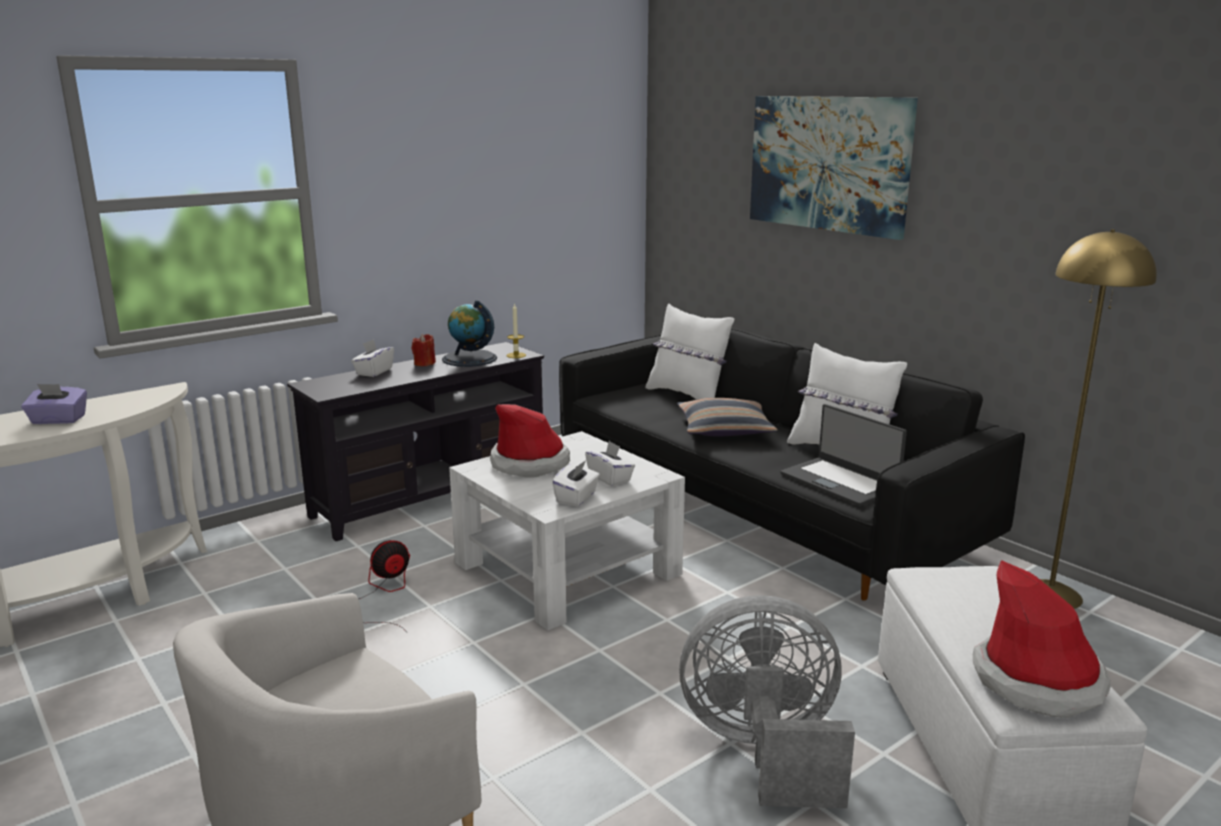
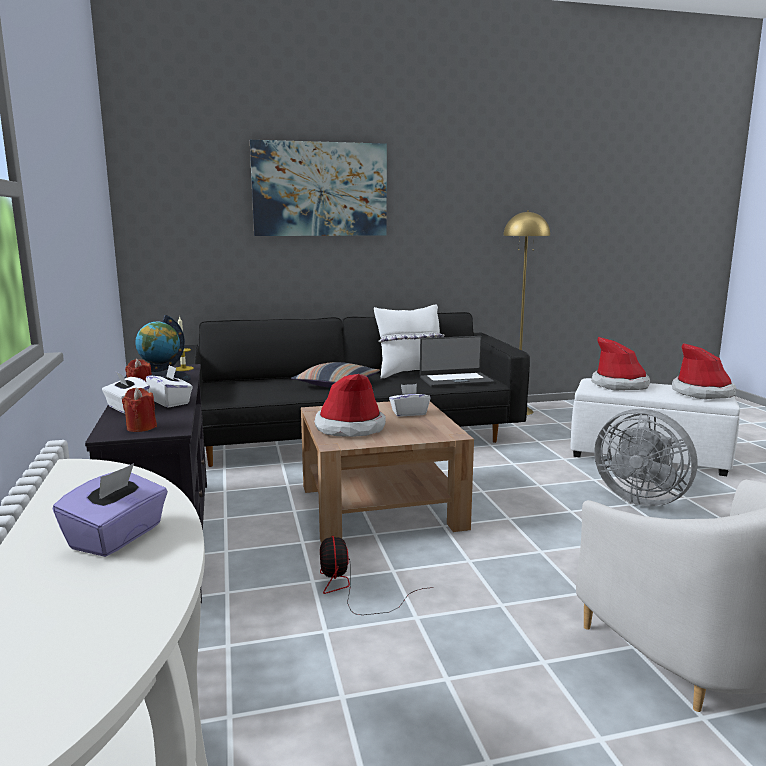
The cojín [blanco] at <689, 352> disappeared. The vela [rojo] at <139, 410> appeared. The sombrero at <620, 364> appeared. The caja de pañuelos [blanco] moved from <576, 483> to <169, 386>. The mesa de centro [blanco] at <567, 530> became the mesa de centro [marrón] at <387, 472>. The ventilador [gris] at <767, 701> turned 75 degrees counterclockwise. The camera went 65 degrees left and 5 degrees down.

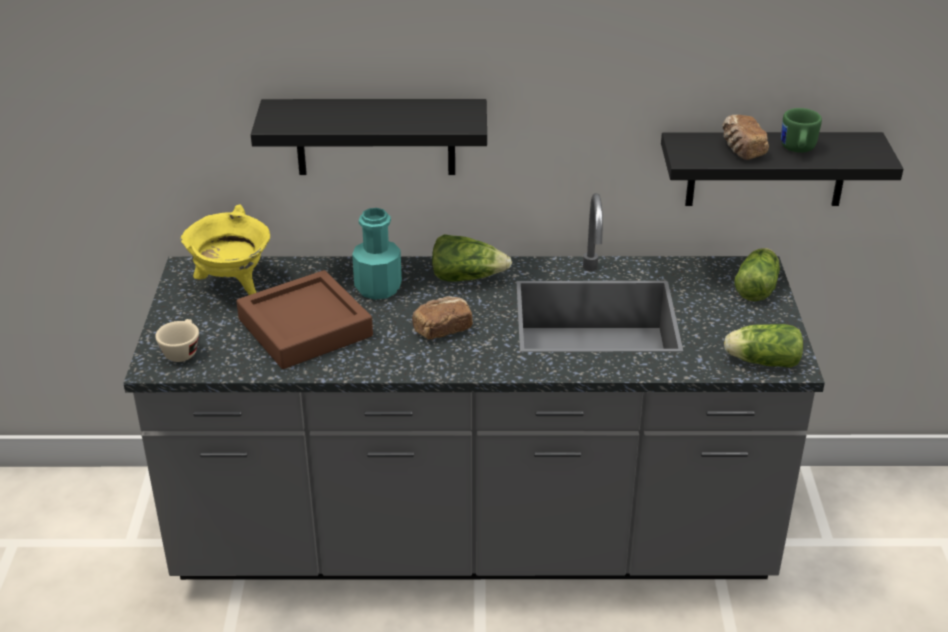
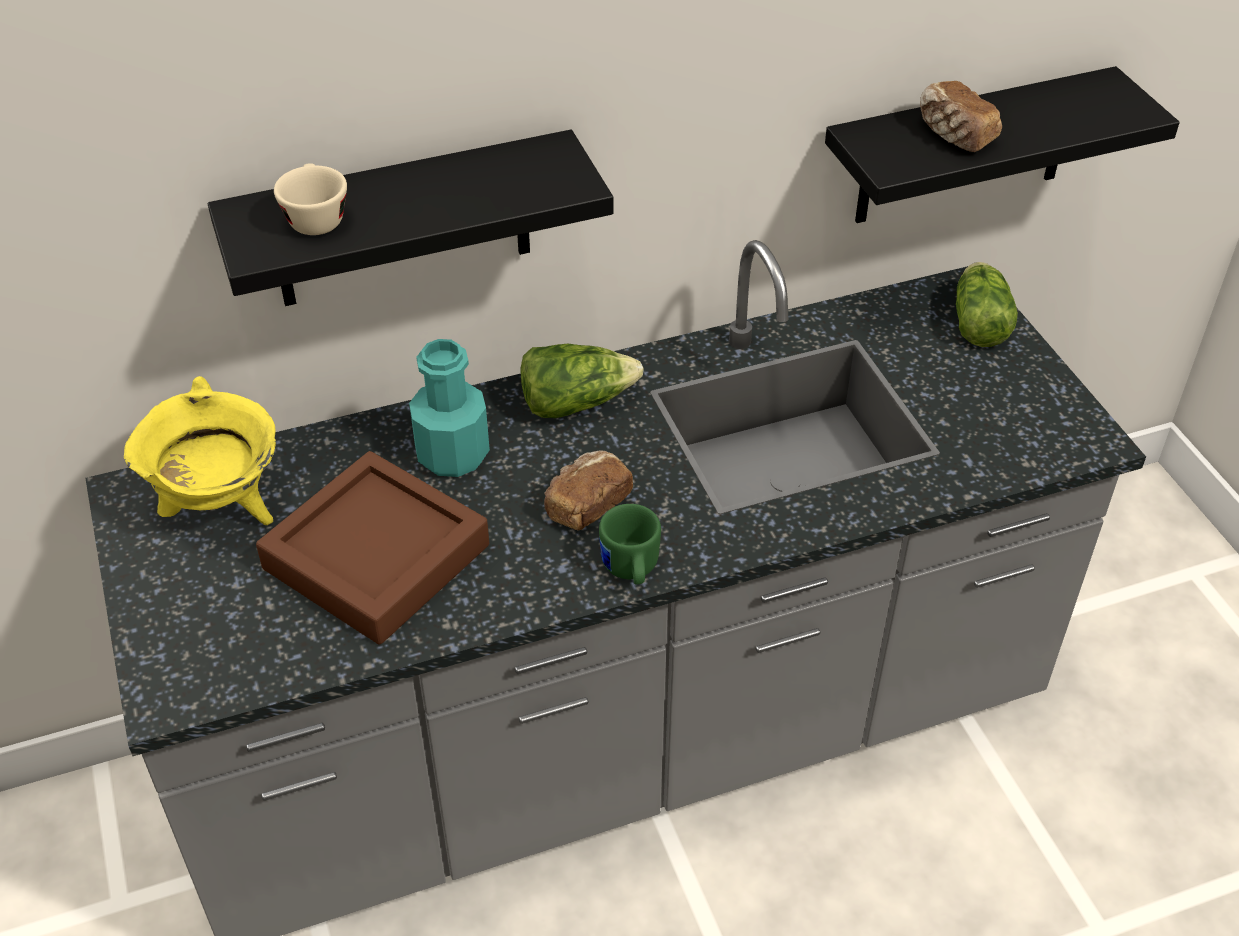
The lechuga at <763, 346> disappeared. The taza [beis] moved from <177, 340> to <310, 199>. The taza grande [verde] moved from <801, 130> to <630, 544>. The camera went 20 degrees left and 10 degrees up.

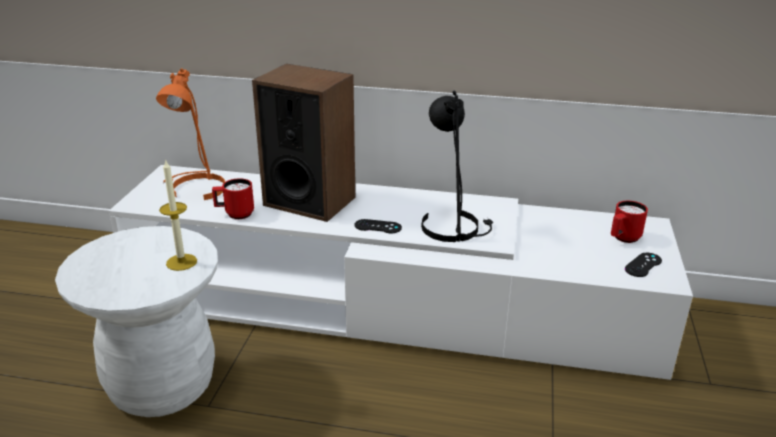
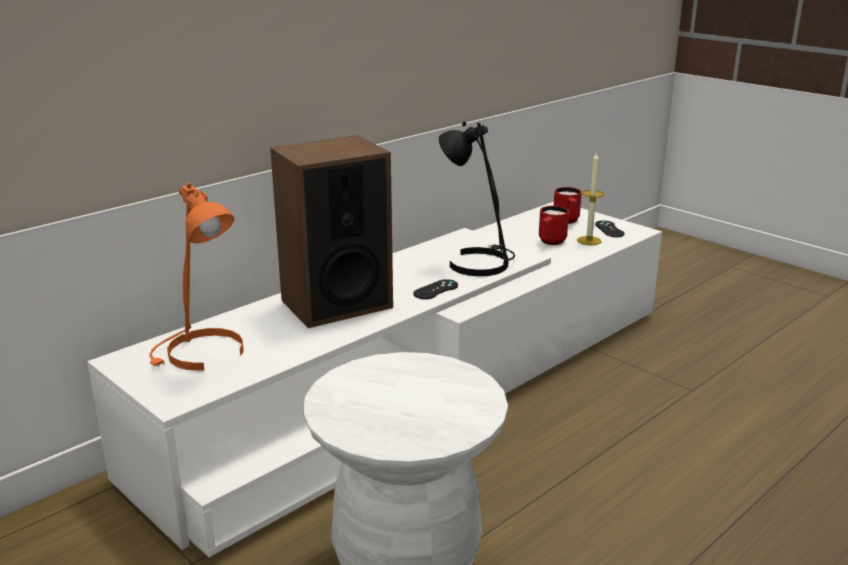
The vela moved from <178, 215> to <590, 198>. The taza grande [rojo] moved from <233, 198> to <554, 225>. The camera went 55 degrees left and 5 degrees down.

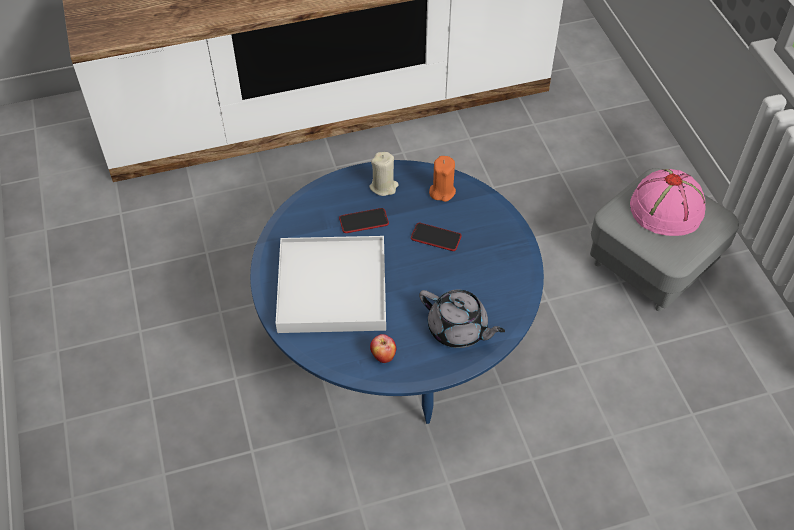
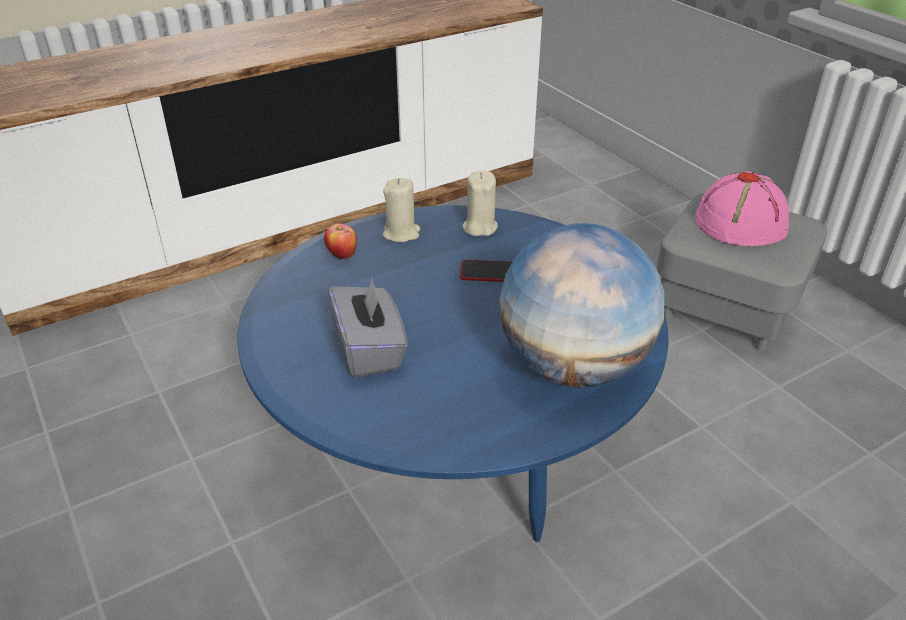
The móvil at <364, 220> disappeared. The manzana moved from <383, 348> to <340, 241>. The bandeja [blanco] at <331, 284> was replaced by the caja de pañuelos [gris] at <368, 326>. The tetera [gris] at <462, 318> was replaced by the globo terráqueo at <581, 305>. The vela [naranja] at <442, 179> became the vela [beis] at <480, 203>. The camera went 15 degrees left and 15 degrees down.

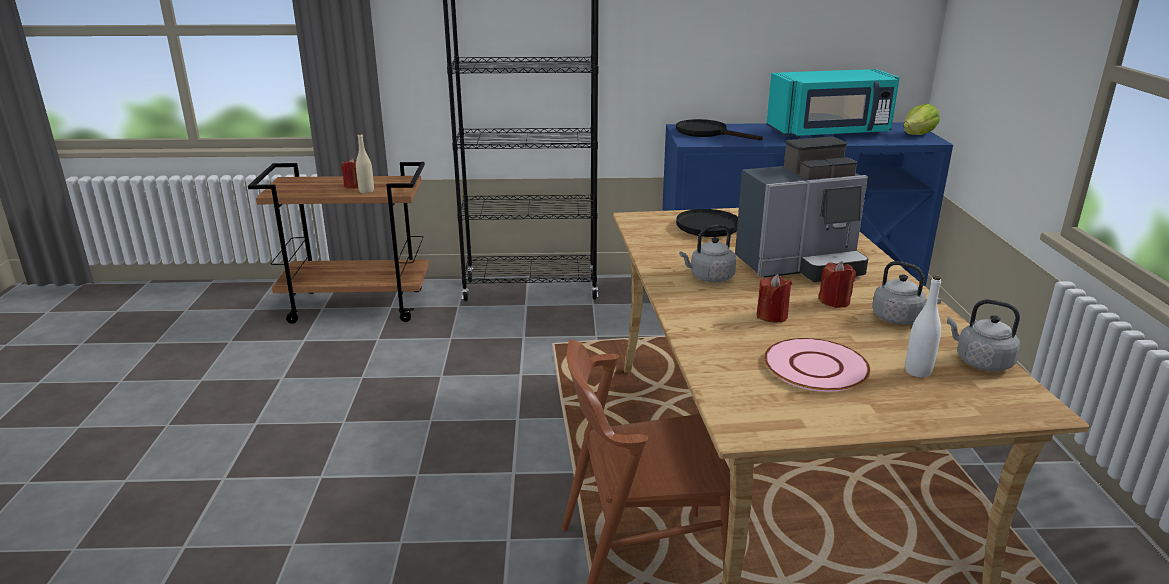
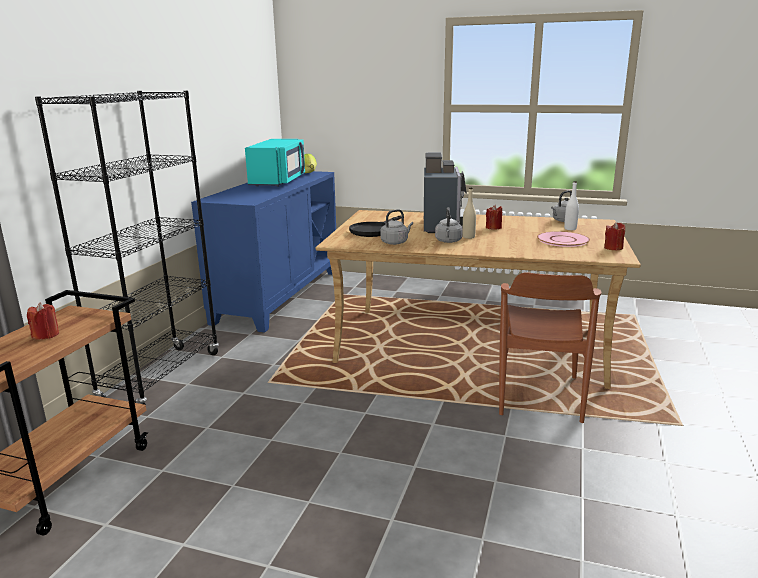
The sartén [negro] at <719, 130> disappeared. The botella [beis] moved from <365, 163> to <469, 213>. The vela [rojo] moved from <774, 298> to <614, 236>. The hervidor [gris] moved from <907, 293> to <396, 227>. The camera went 70 degrees left and 5 degrees down.

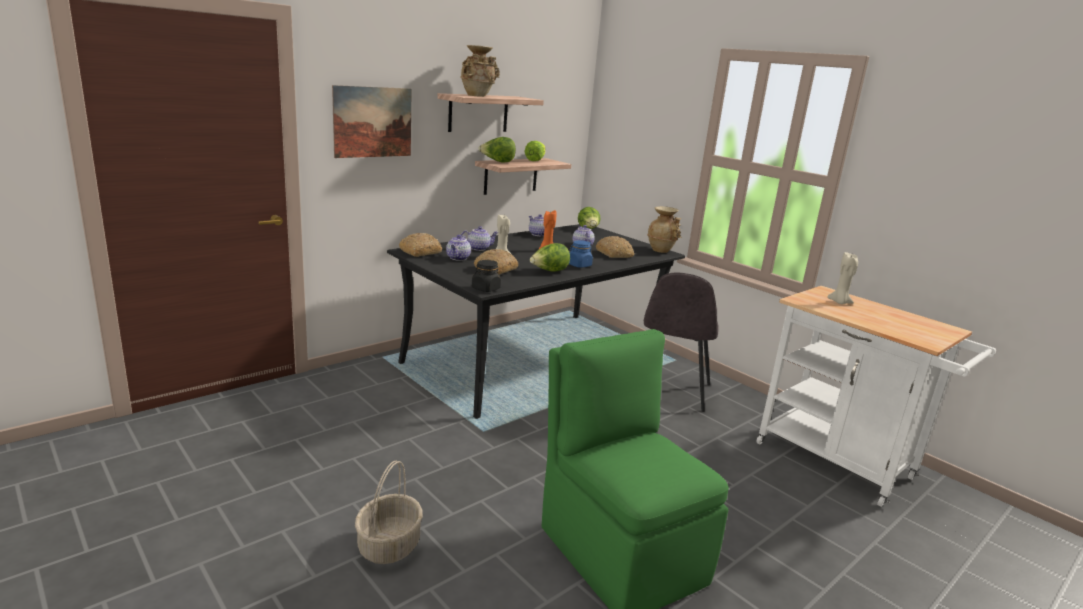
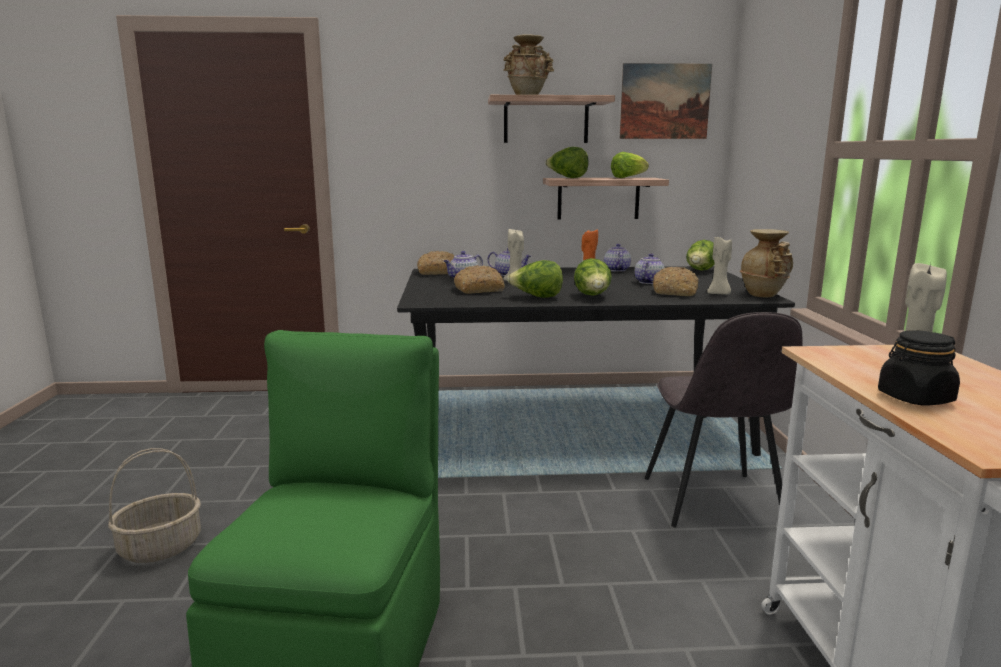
The vela [beis] at <719, 265> appeared. The cuadro moved from <372, 121> to <666, 101>. The tarro [negro] moved from <486, 276> to <919, 368>. The tarro [azul] at <581, 254> was replaced by the lechuga at <593, 277>. The silla [gris] at <681, 342> turned 60 degrees counterclockwise. The camera went 40 degrees right and 5 degrees down.

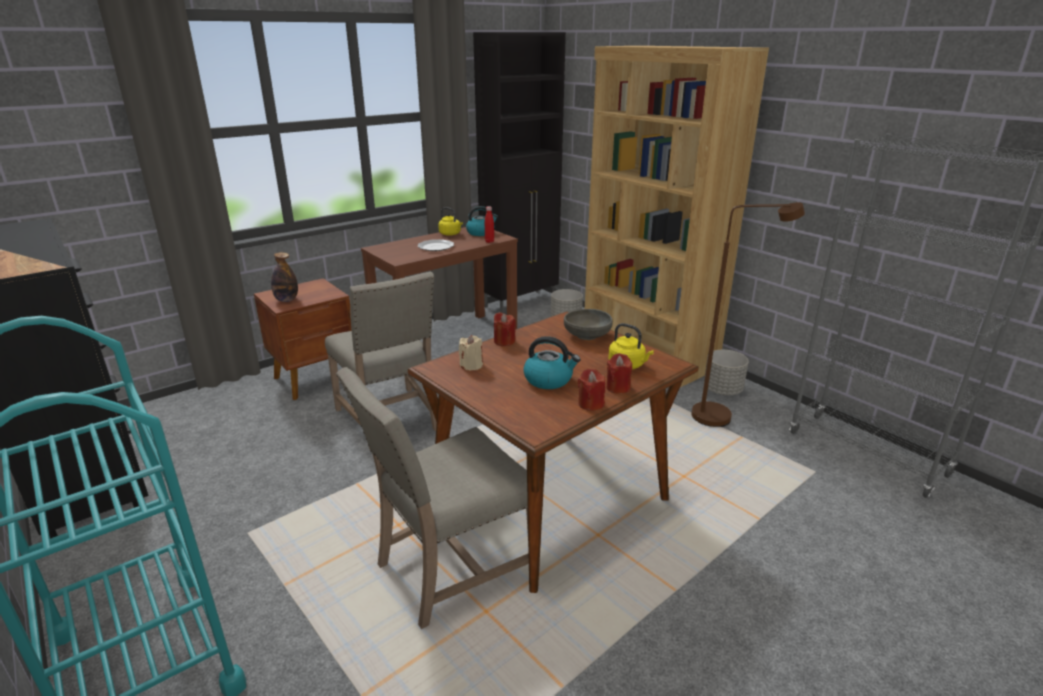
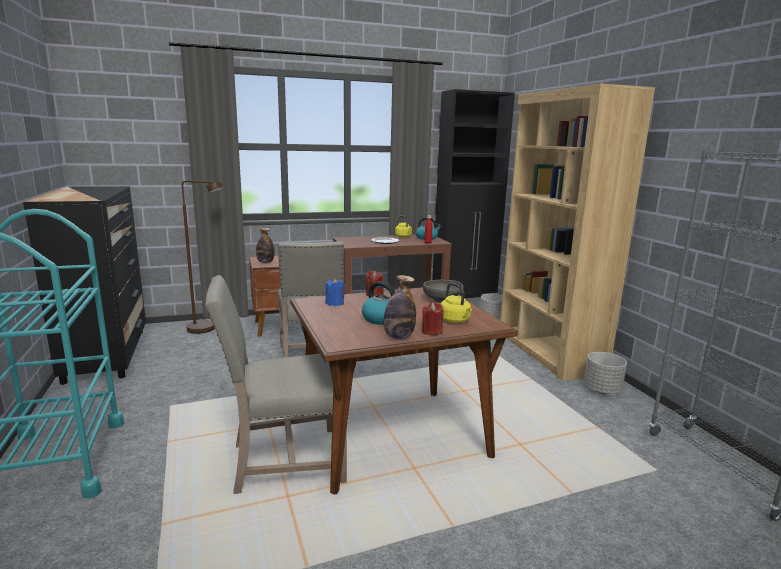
The lámpara de pie [marrón] moved from <748, 314> to <203, 257>. The vela [rojo] at <591, 390> was replaced by the botella at <400, 307>. The vela [beis] at <471, 352> became the vela [azul] at <335, 292>. The camera went 20 degrees right and 10 degrees down.

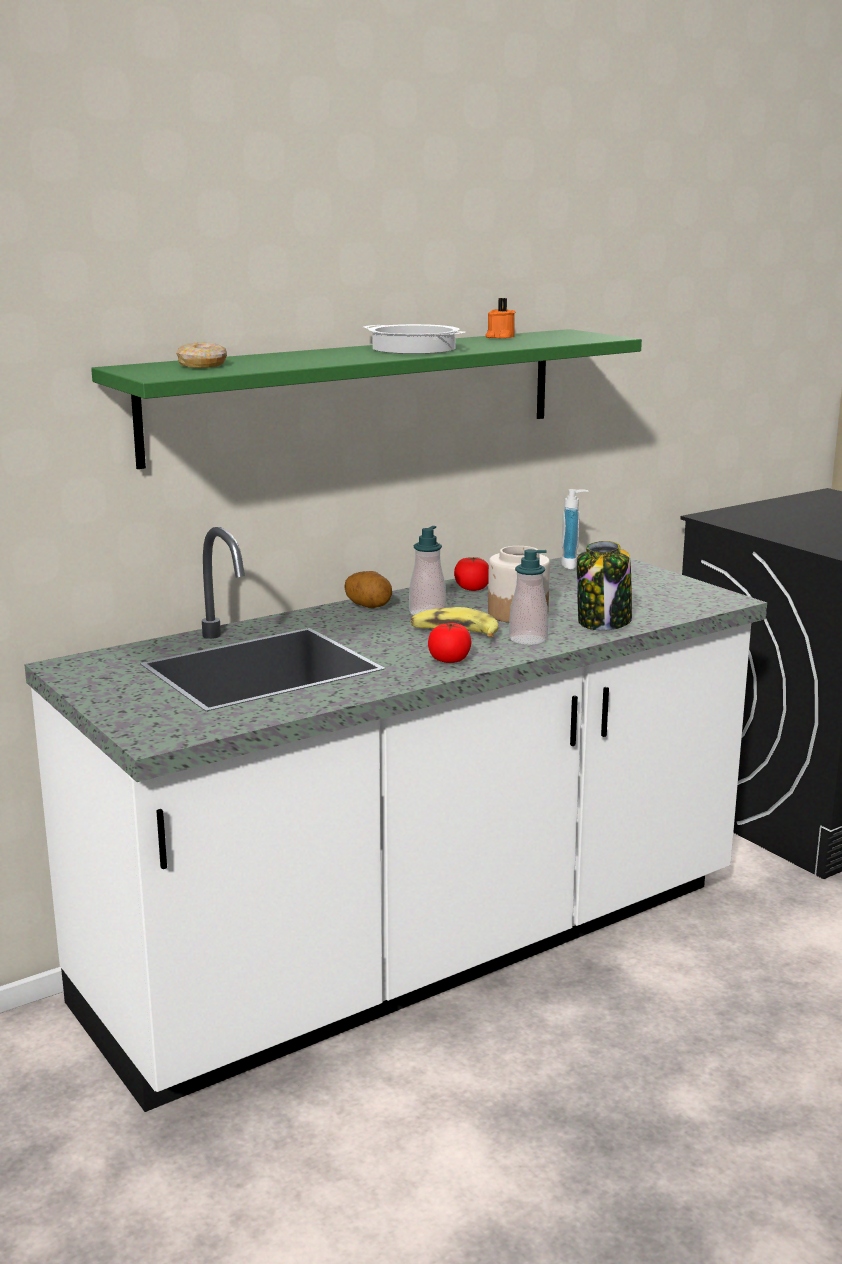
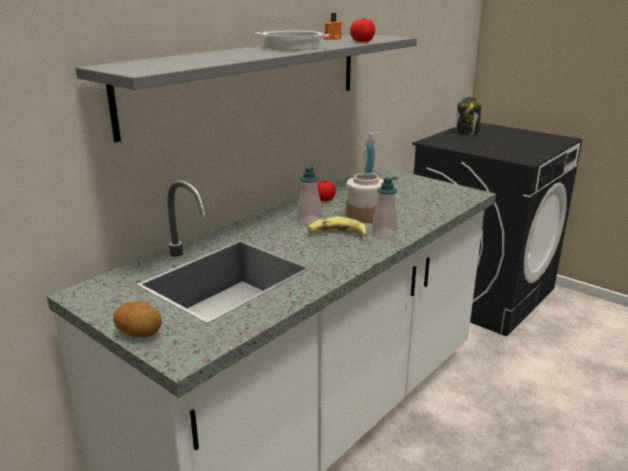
The rosquilla at <201, 355> disappeared. The patata moved from <368, 589> to <138, 319>. The tomate moved from <450, 643> to <362, 30>. The tarro moved from <604, 586> to <468, 116>. The estante [verde] at <366, 399> became the estante [gris] at <246, 89>. The camera went 15 degrees left and 5 degrees up.

